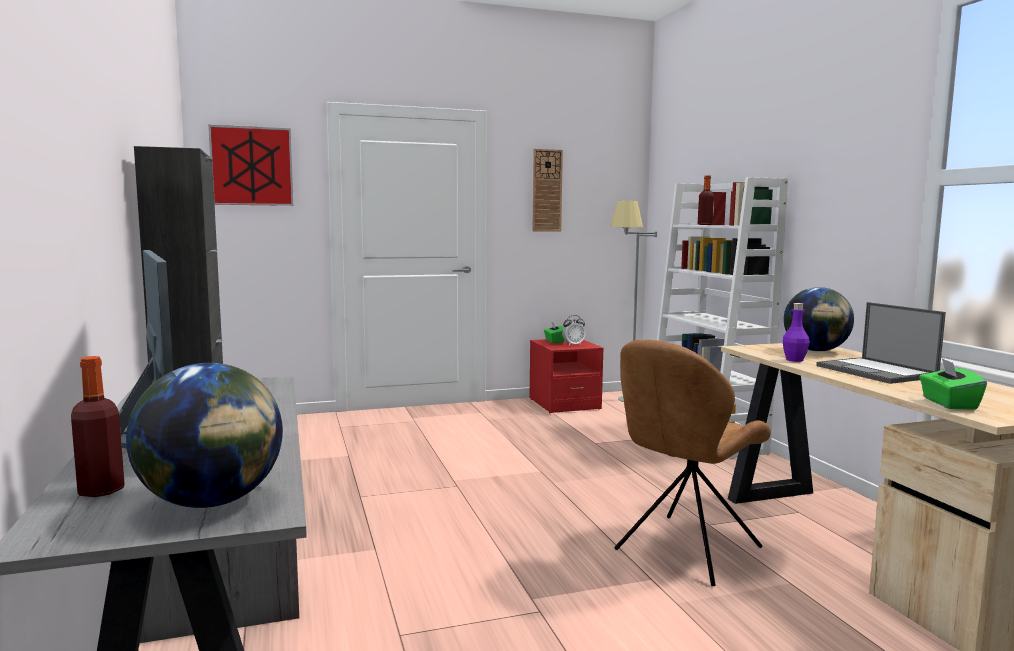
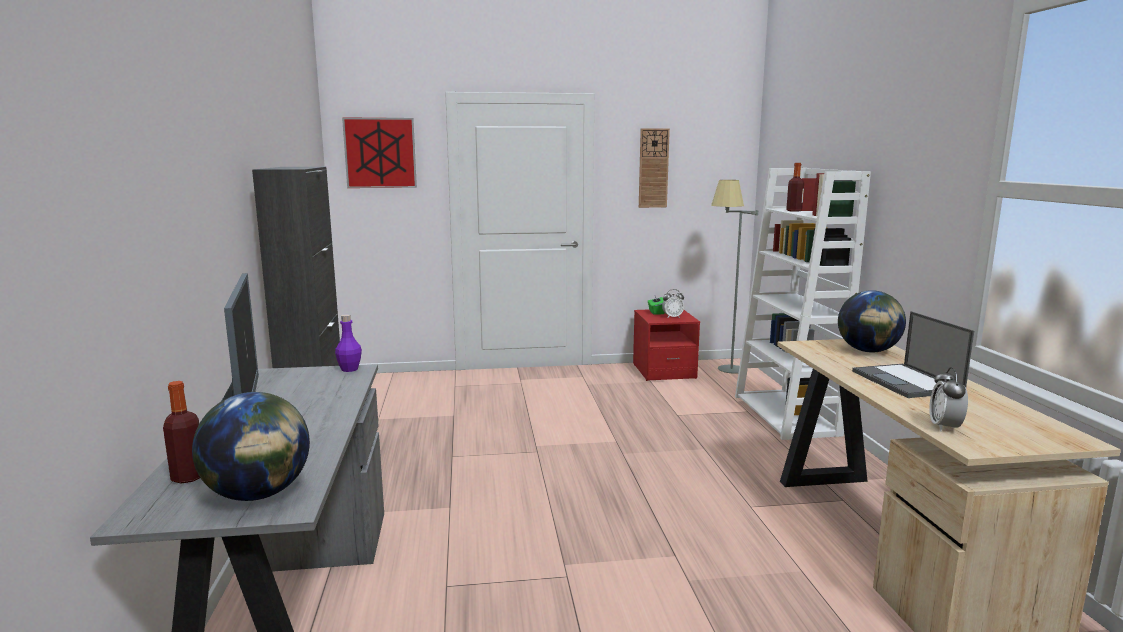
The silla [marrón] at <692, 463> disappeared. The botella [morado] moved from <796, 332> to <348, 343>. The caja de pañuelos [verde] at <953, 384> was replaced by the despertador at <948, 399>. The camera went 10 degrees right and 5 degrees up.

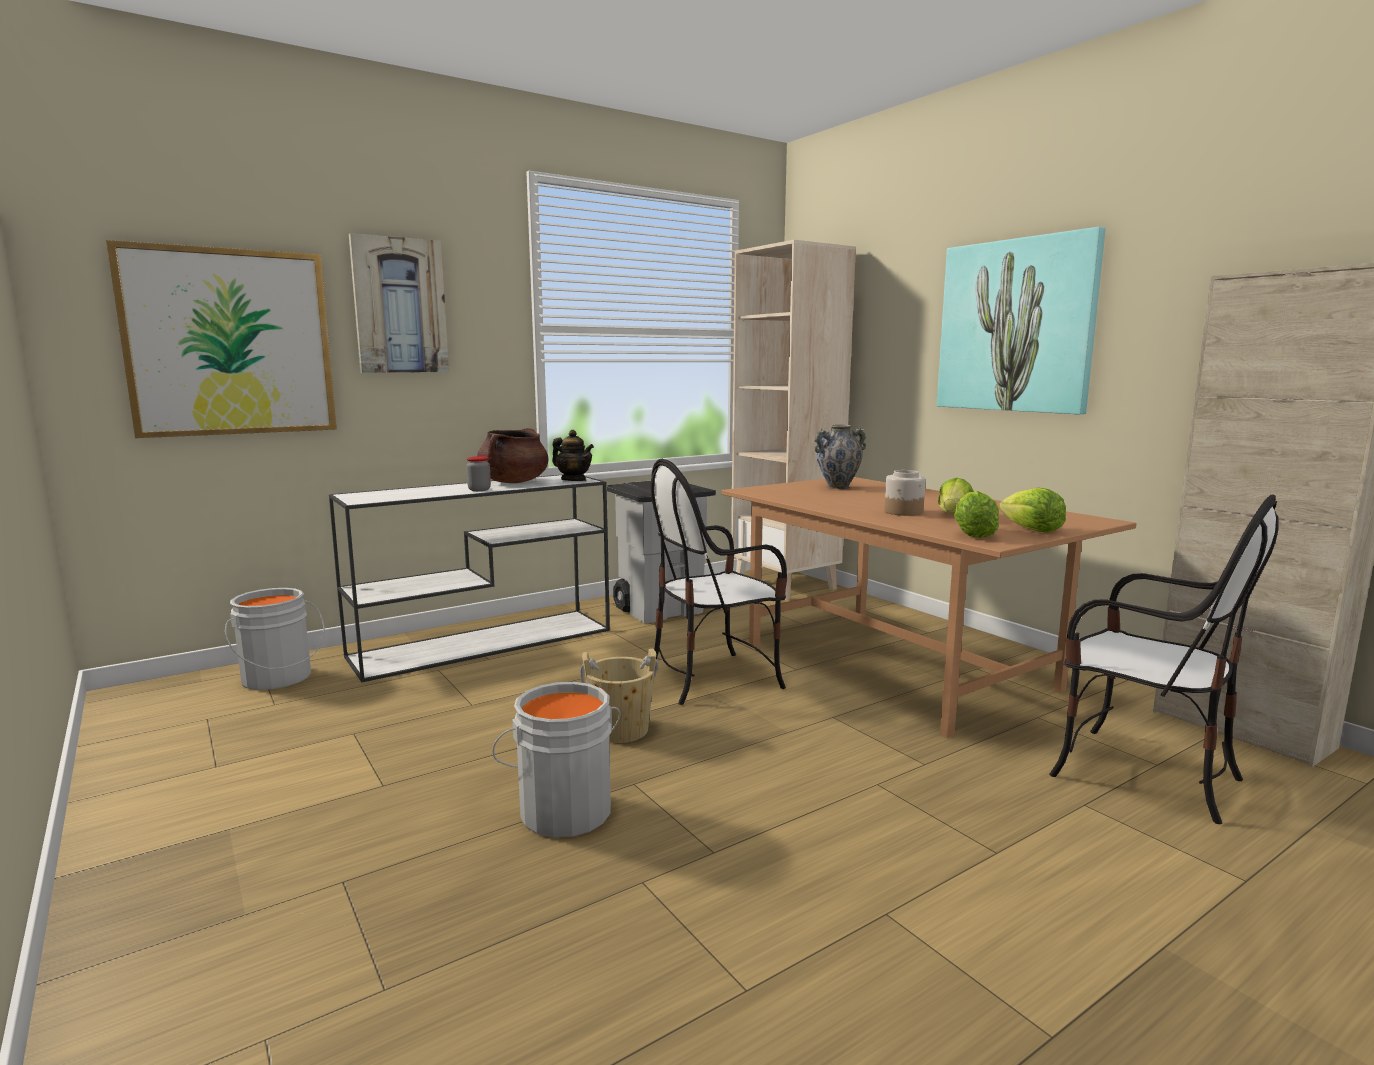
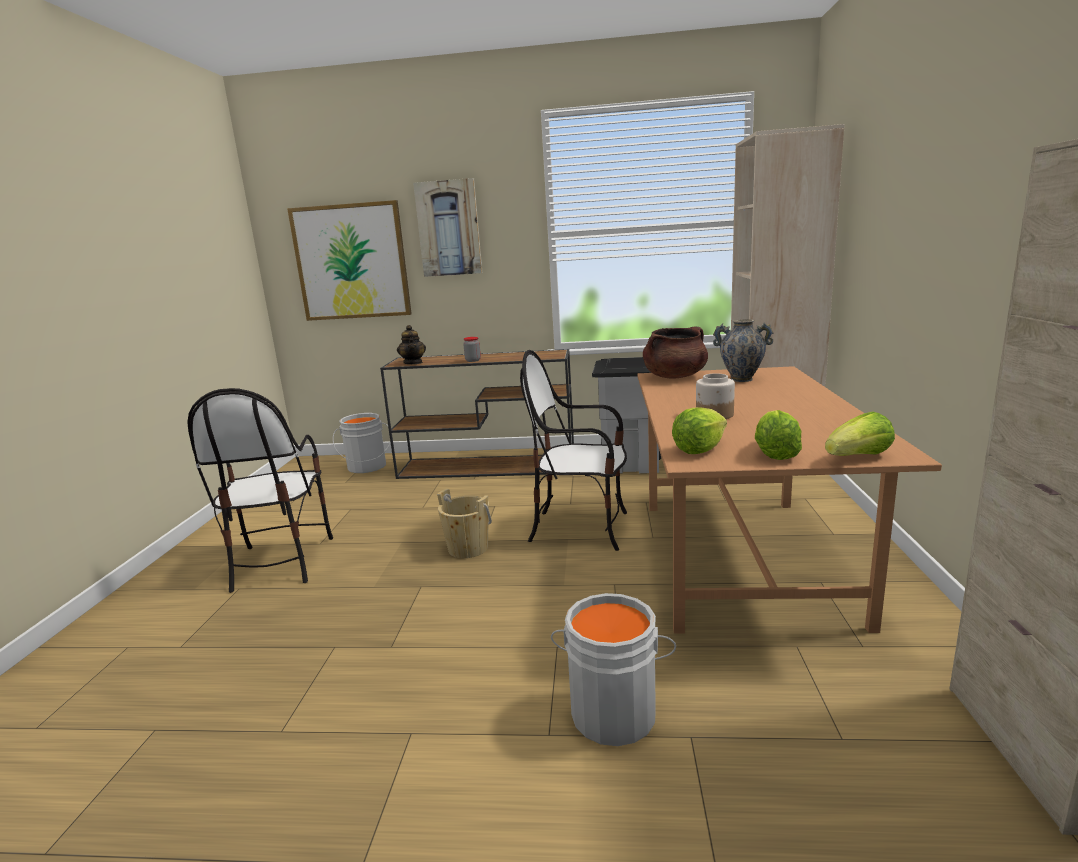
The cuadro at <1021, 321> disappeared. The olla [marrón] moved from <513, 455> to <675, 353>. The cubo [gris] moved from <556, 760> to <613, 669>. The tetera moved from <573, 455> to <411, 344>. The lechuga moved from <955, 495> to <860, 434>. The silla moved from <1163, 659> to <260, 490>. The mesa consola [blanco] at <469, 578> became the mesa consola [marrón] at <477, 414>. The camera went 40 degrees right and 5 degrees up.

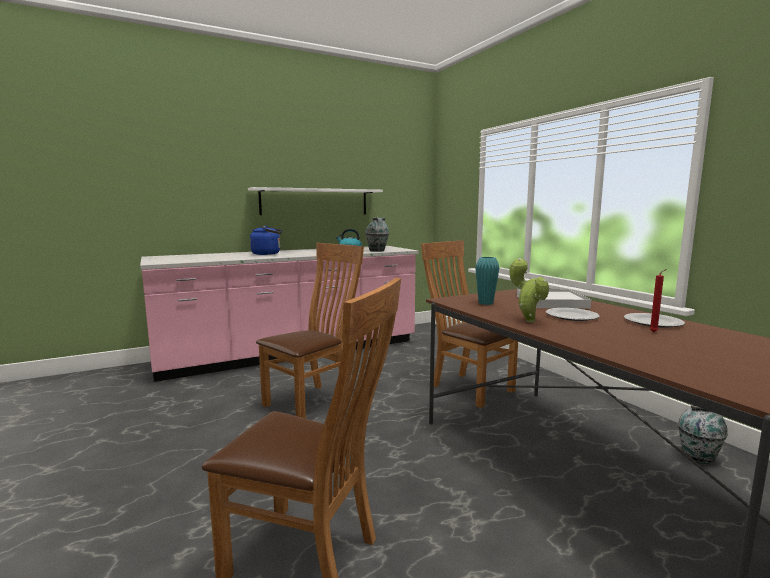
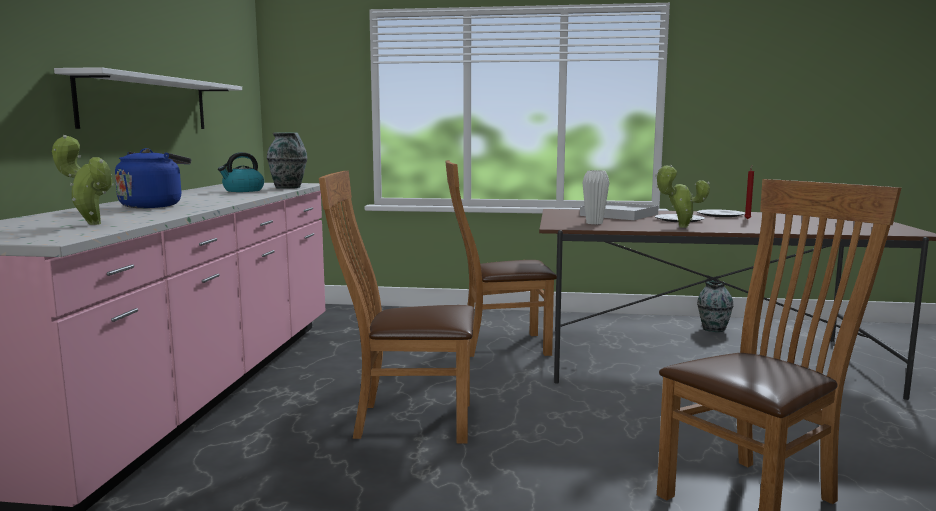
The planta en maceta at <83, 180> appeared. The florero [turquesa] at <487, 281> became the florero [blanco] at <595, 197>. The silla [marrón] at <310, 331> turned 75 degrees counterclockwise. The camera went 55 degrees left and 0 degrees up.

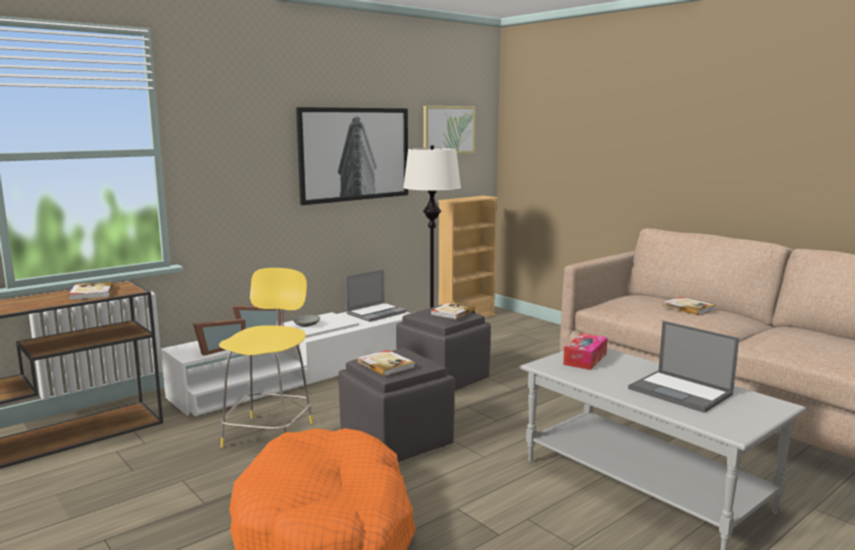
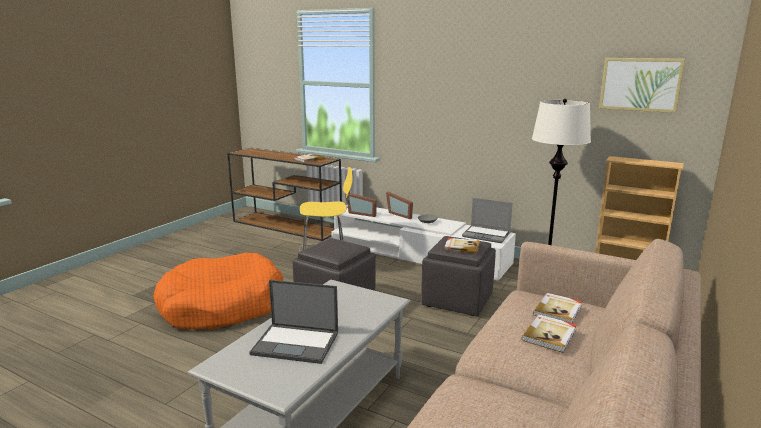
The cuadro at <352, 156> disappeared. The caja de pañuelos at <585, 351> disappeared. The libro moved from <386, 363> to <557, 308>. The portátil at <683, 367> turned 105 degrees counterclockwise. The camera went 70 degrees right and 5 degrees up.

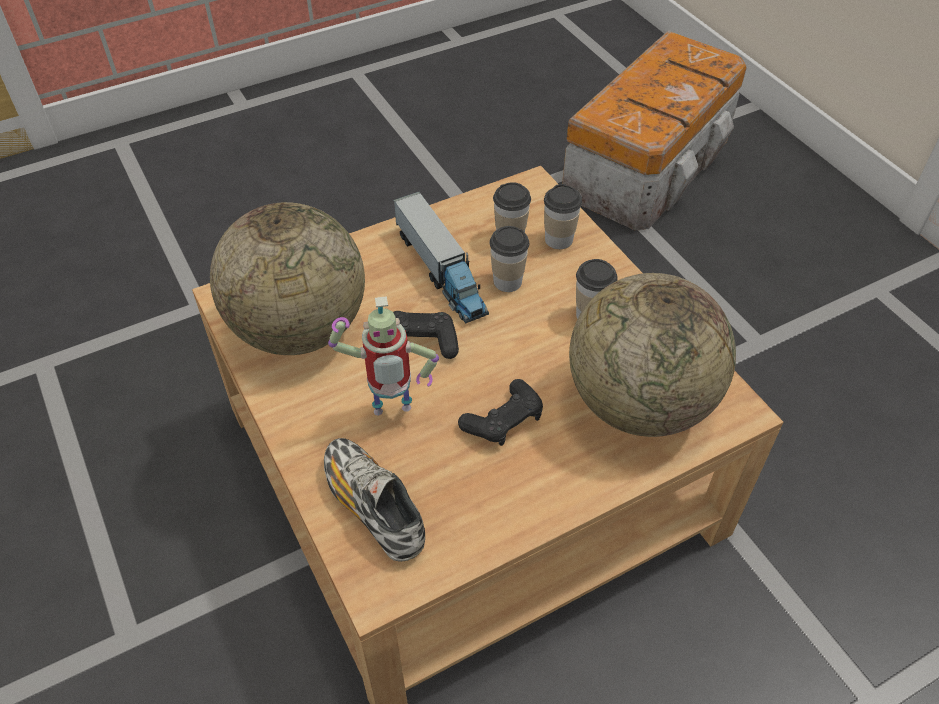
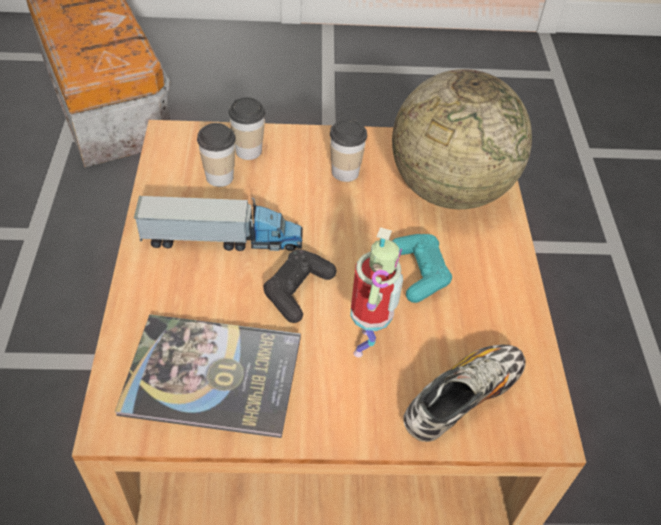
The taza at <509, 259> disappeared. The globo terráqueo at <287, 278> was replaced by the libro at <208, 376>. The mando de consola [negro] at <500, 412> became the mando de consola [turquesa] at <422, 268>. The zapato at <374, 500> turned 150 degrees clockwise. The camera went 65 degrees left and 0 degrees up.

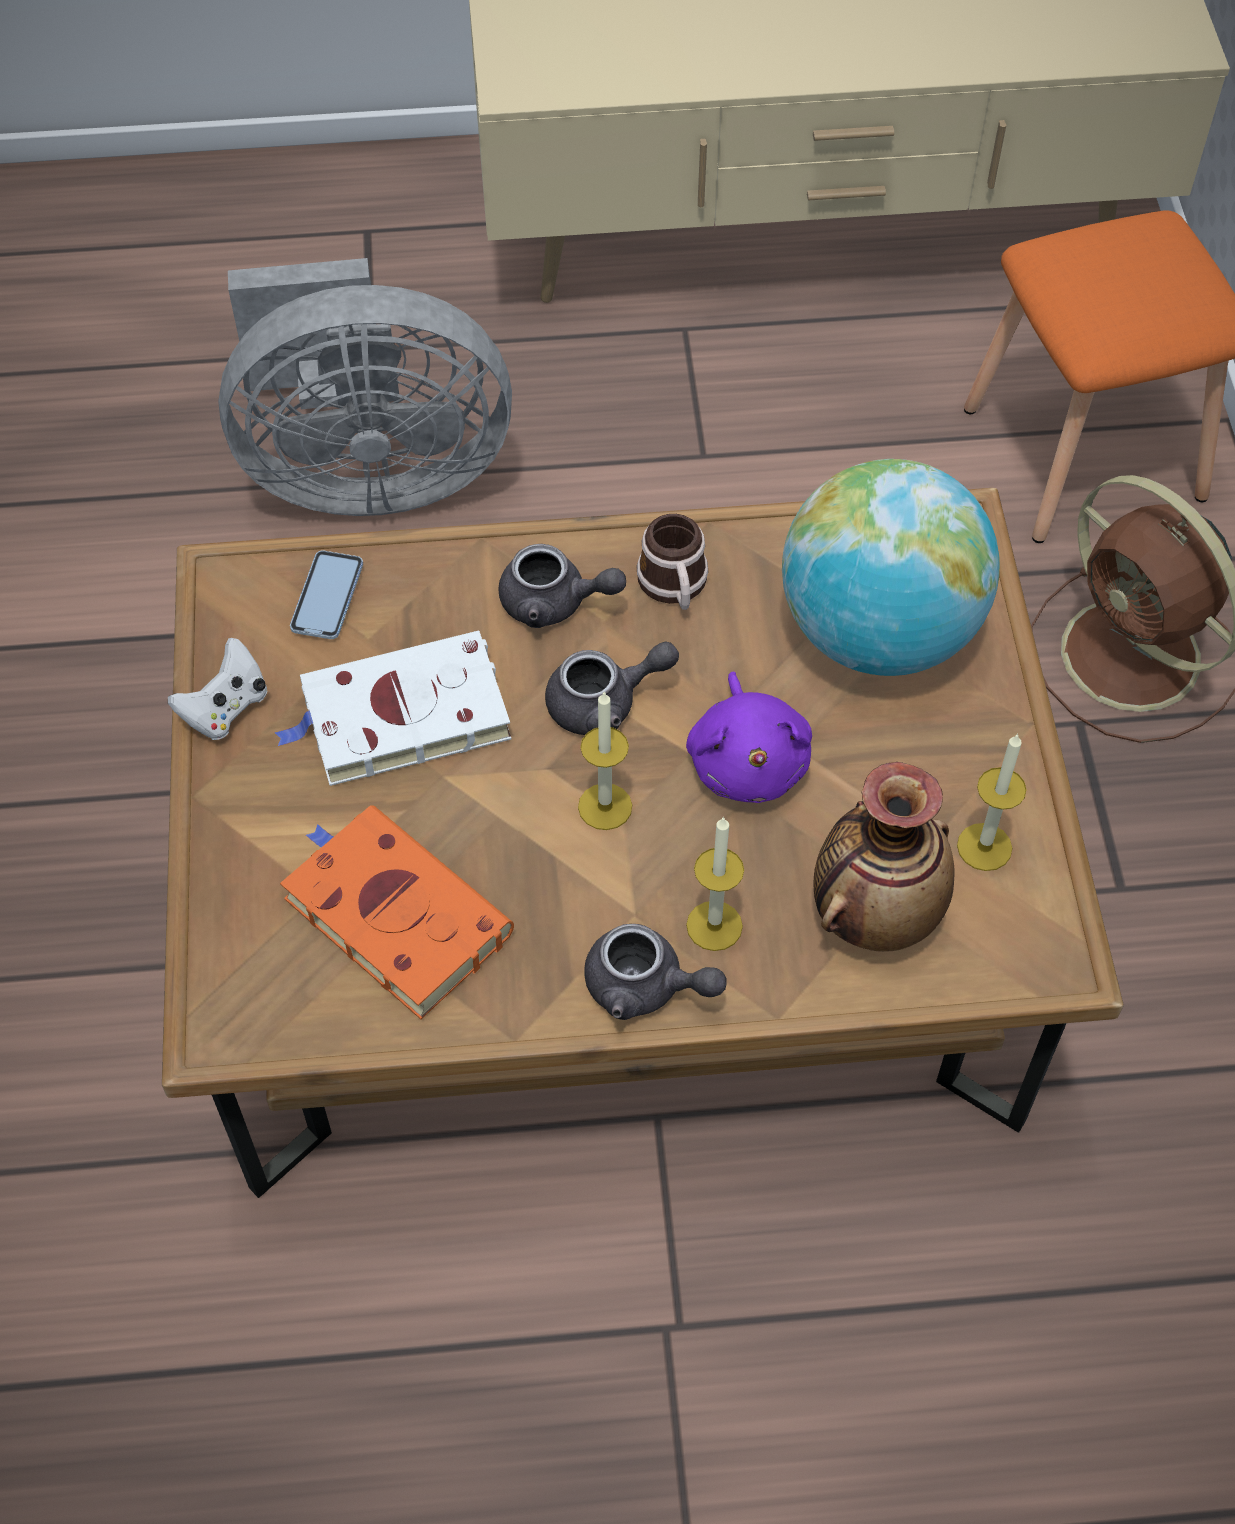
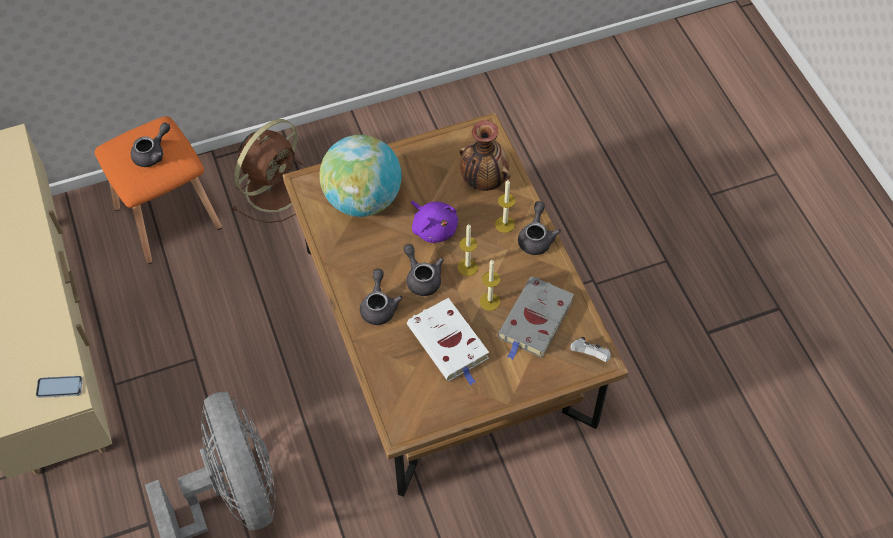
The taza grande at <672, 562> disappeared. The tetera [gris] at <150, 144> appeared. The mando de consola [blanco] moved from <217, 689> to <590, 349>. The móvil moved from <326, 594> to <59, 387>. The vela moved from <992, 802> to <490, 285>. The libro [naranja] at <397, 912> became the libro [gris] at <536, 318>. The peluche [morado] at <749, 737> turned 75 degrees clockwise. The camera went 105 degrees left and 0 degrees up.

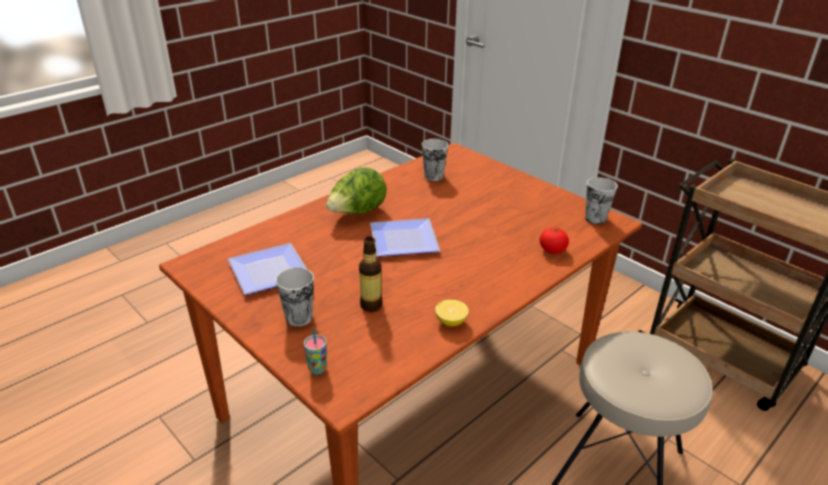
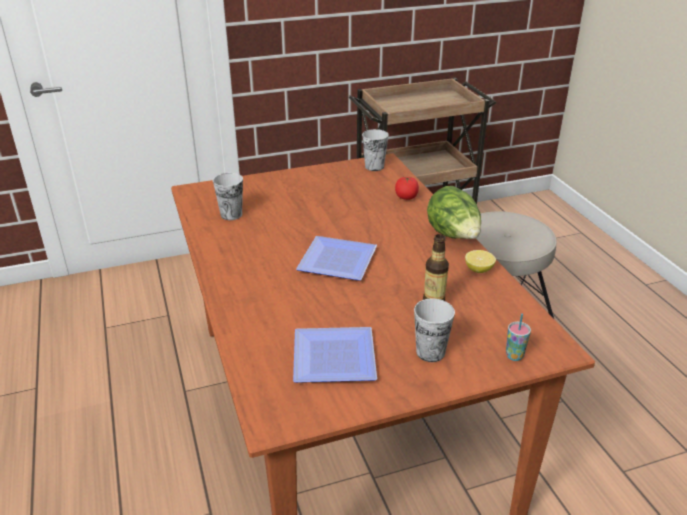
The lechuga moved from <356, 190> to <454, 212>. The camera went 65 degrees left and 0 degrees up.

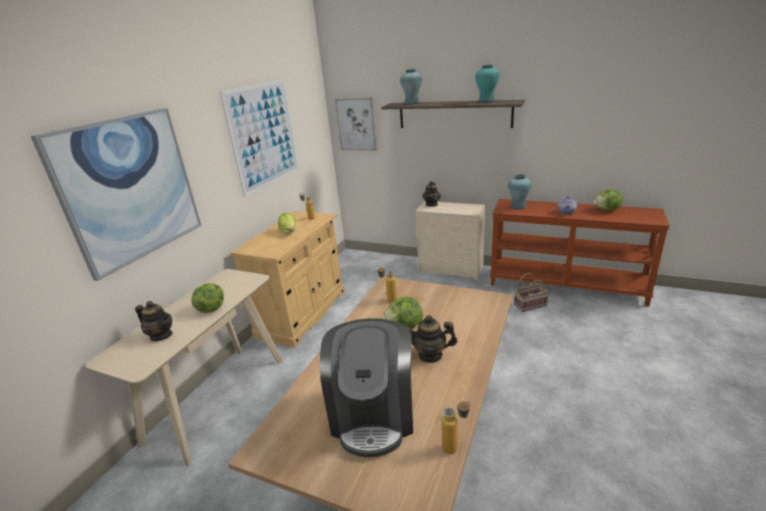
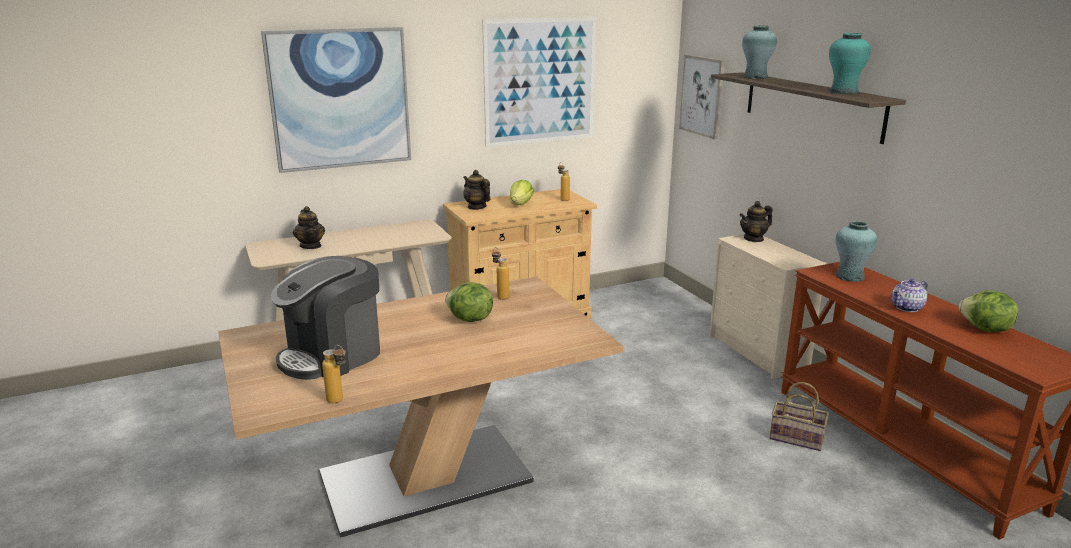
The lechuga at <207, 298> disappeared. The tetera moved from <431, 339> to <477, 190>. The camera went 40 degrees right and 5 degrees down.

